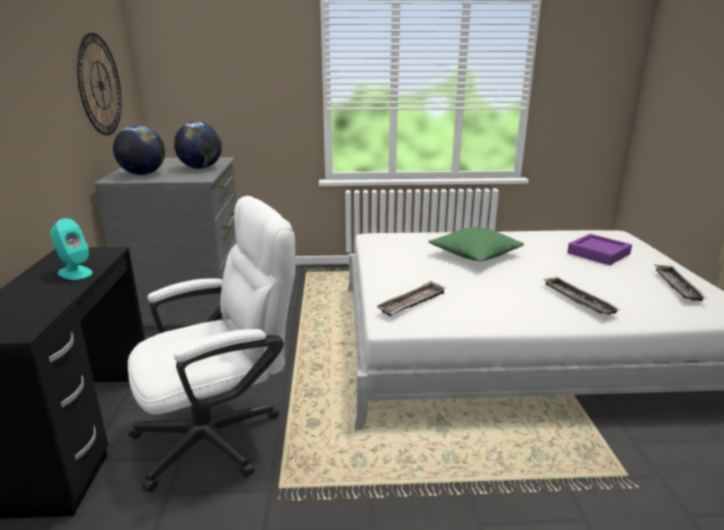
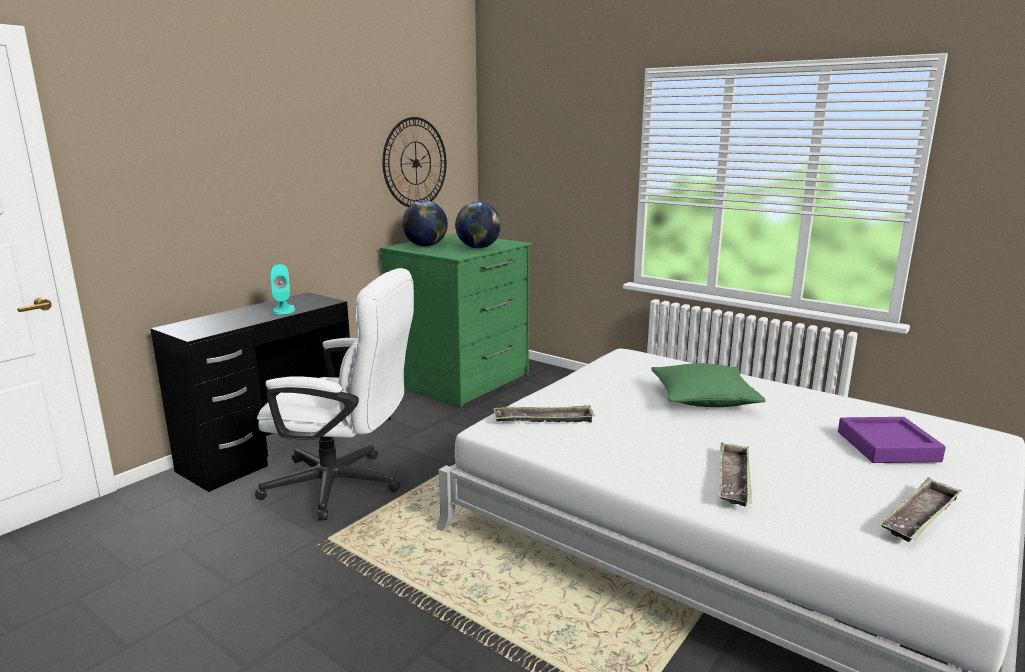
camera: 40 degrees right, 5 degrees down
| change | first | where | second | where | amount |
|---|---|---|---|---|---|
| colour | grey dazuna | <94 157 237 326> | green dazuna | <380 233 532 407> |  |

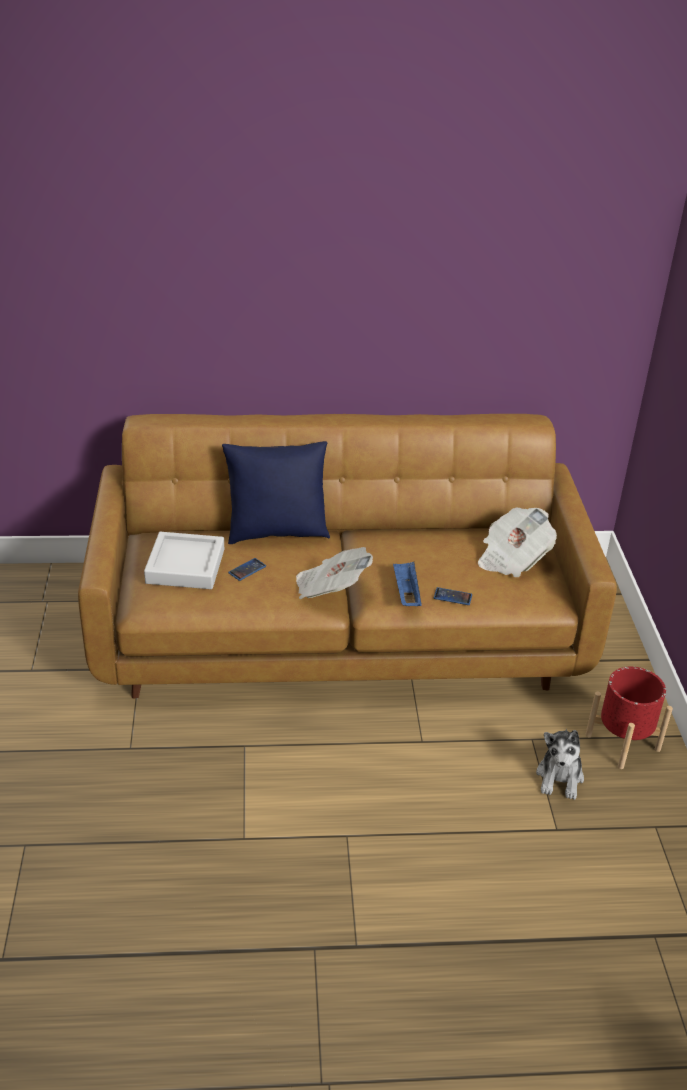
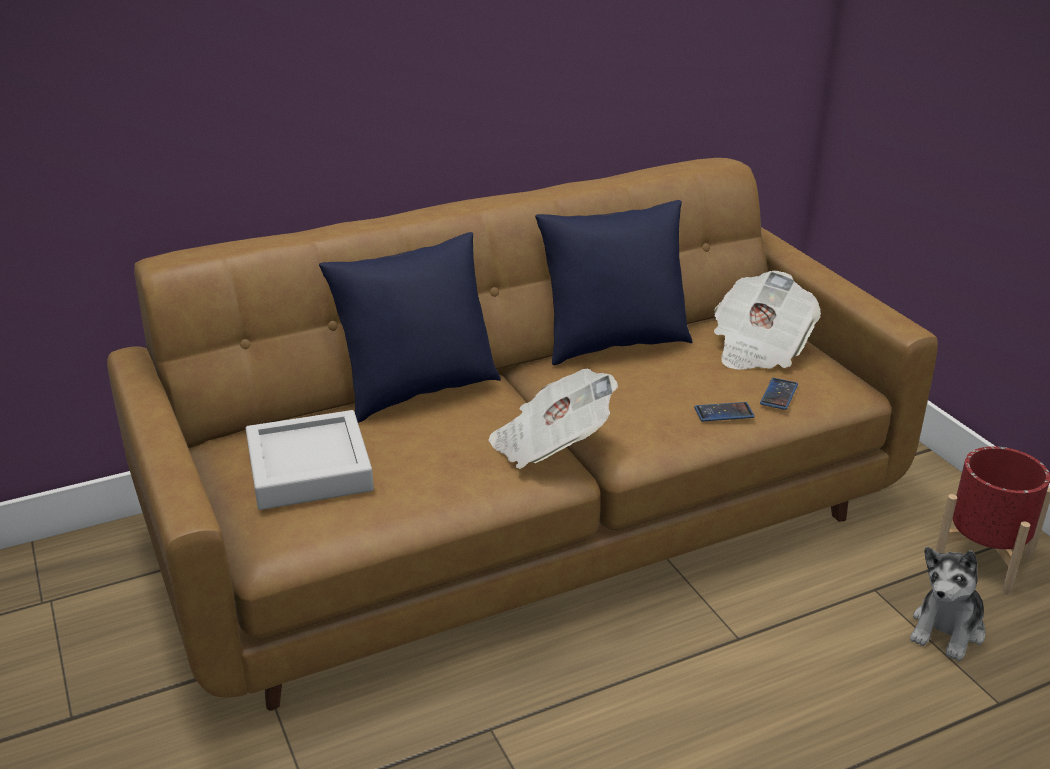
camera: 20 degrees left, 5 degrees down
| change | first | where | second | where | amount |
|---|---|---|---|---|---|
| appeared |  |  | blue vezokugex | <535 200 693 365> |  |
| relocated | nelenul | <228 558 266 581> |  | <760 378 798 410> |  |
| spun | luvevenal | <536 729 584 799> |  | <910 547 985 661> | 45 degrees clockwise |
| missing | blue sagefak | <393 562 422 606> |  |  |  |

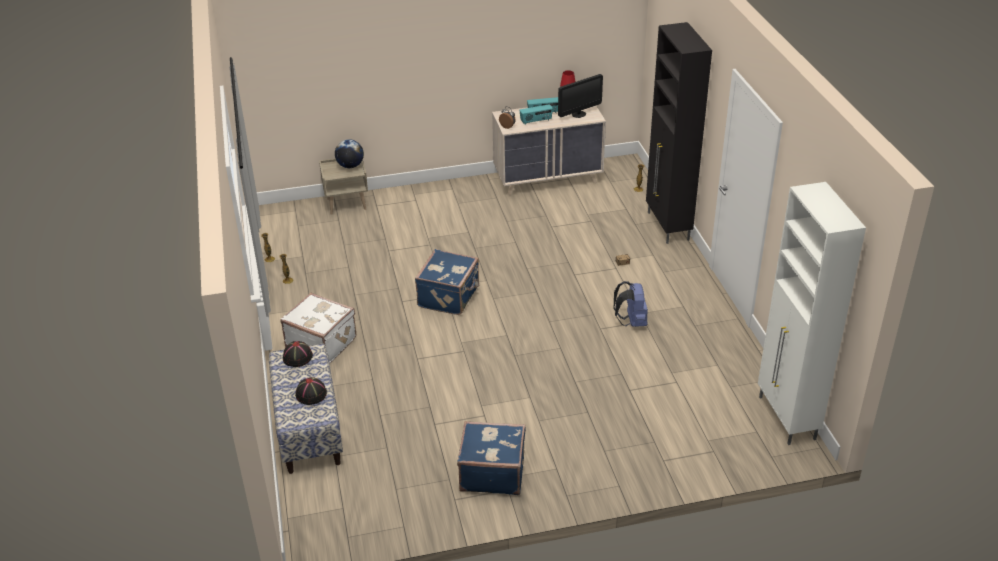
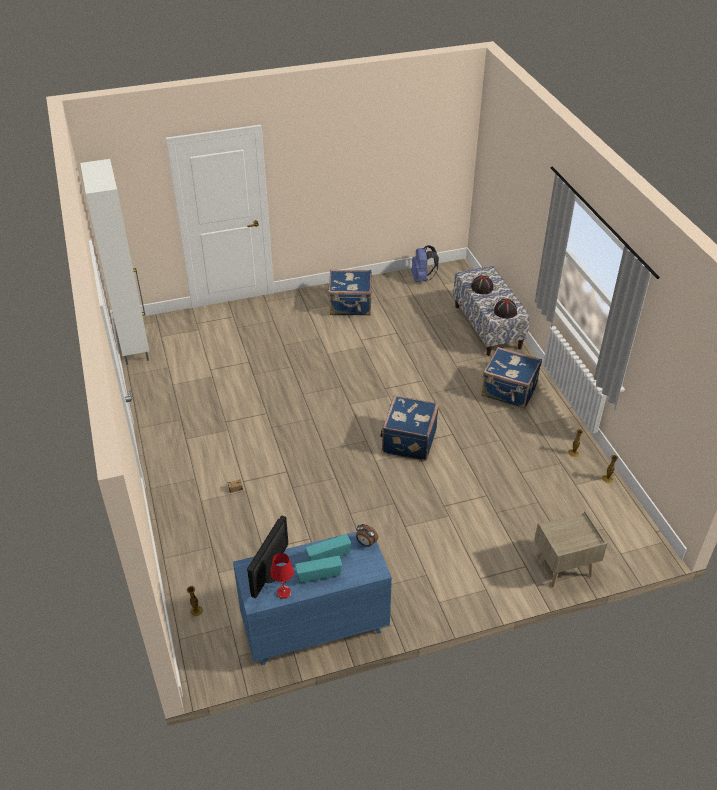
camera: 175 degrees right, 5 degrees up
| change | first | where | second | where | amount |
|---|---|---|---|---|---|
| colour | beige dazuna | <492 106 606 195> | blue dazuna | <233 532 392 665> |  |
| spun | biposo | <558 74 603 118> |  | <247 516 288 598> | 150 degrees clockwise |
| relocated | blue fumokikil | <614 281 648 327> |  | <411 245 439 282> |  |
| colour | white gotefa | <280 293 356 364> | blue gotefa | <482 347 542 409> |  |
| missing | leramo | <335 139 364 168> |  |  |  |
| missing | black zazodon | <646 22 712 244> |  |  |  |

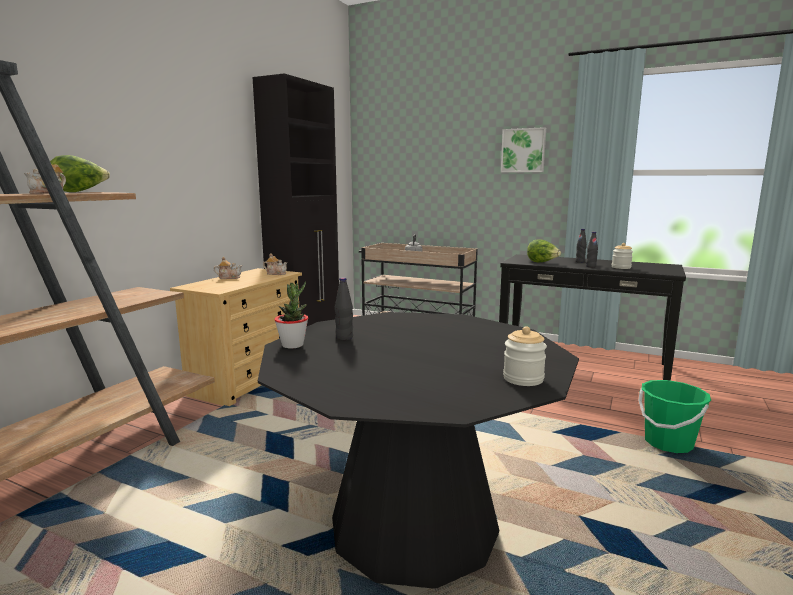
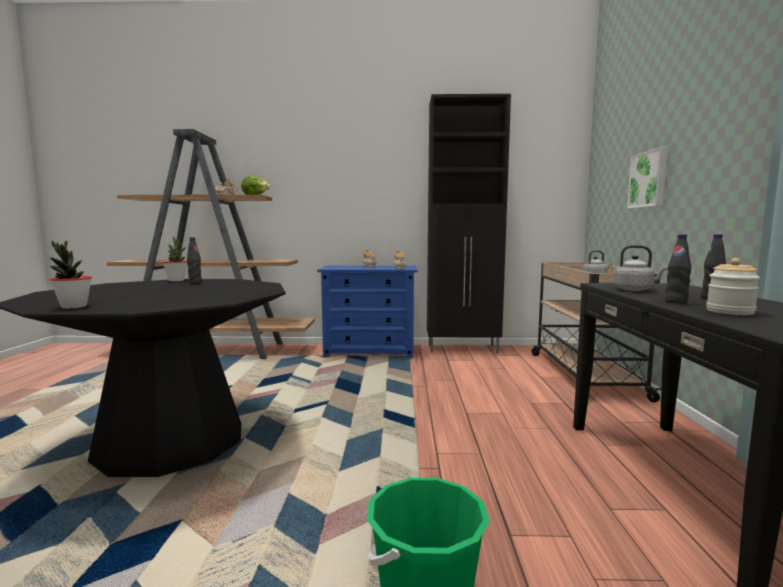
camera: 65 degrees right, 5 degrees down
| change | first | where | second | where | amount |
|---|---|---|---|---|---|
| exchanged | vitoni | <503 327 547 386> | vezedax | <50 241 92 309> |  |
| colour | beige dazuna | <170 268 302 406> | blue dazuna | <317 266 417 358> |  |
| exchanged | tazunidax | <527 240 561 262> | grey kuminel | <614 245 668 291> |  |
| relocated | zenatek | <501 127 546 172> |  | <627 147 668 208> |  |

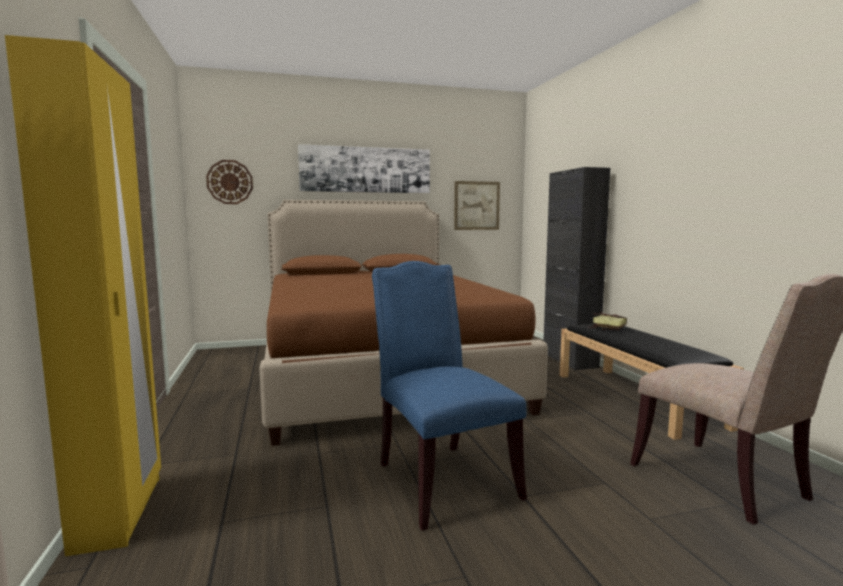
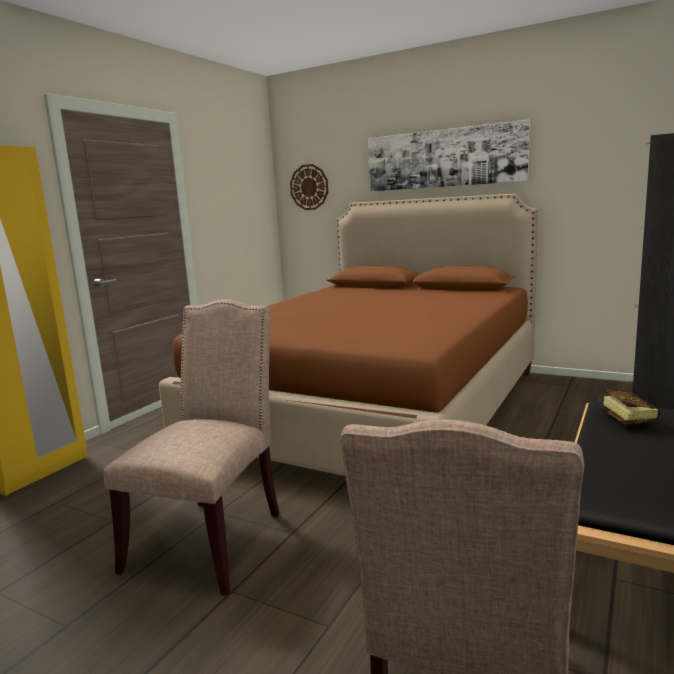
camera: 45 degrees right, 5 degrees up
| change | first | where | second | where | amount |
|---|---|---|---|---|---|
| colour | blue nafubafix | <372 261 527 531> | beige nafubafix | <103 300 280 596> |  |
| missing | zenatek | <454 181 500 230> |  |  |  |

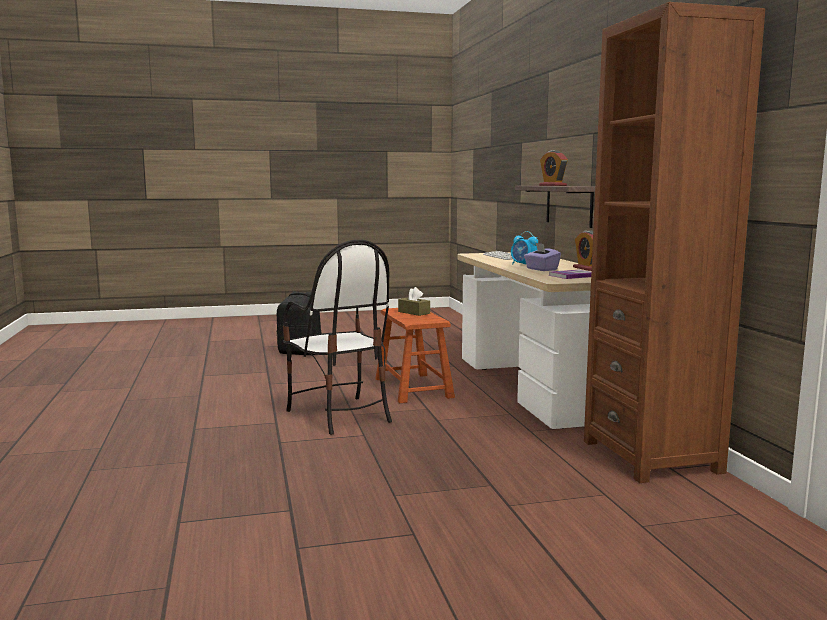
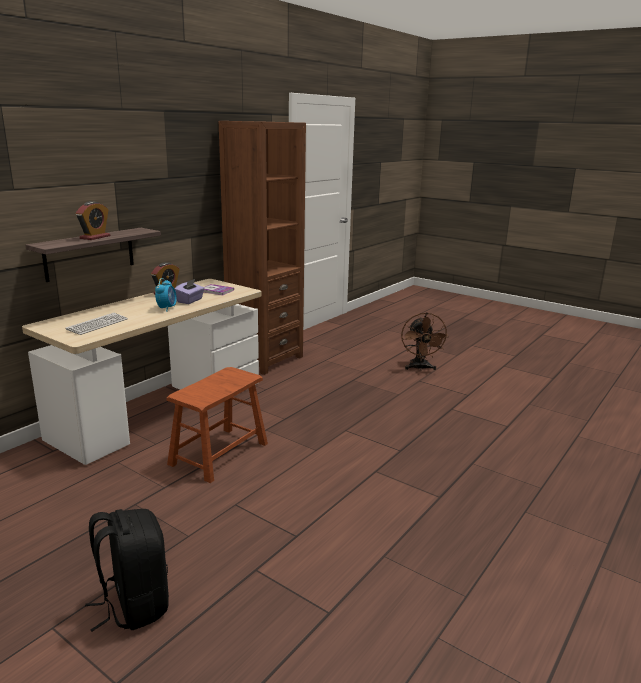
camera: 130 degrees left, 10 degrees up
| change | first | where | second | where | amount |
|---|---|---|---|---|---|
| appeared |  |  | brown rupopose | <401 312 449 371> |  |
| missing | nafubafix | <283 240 392 434> |  |  |  |
| missing | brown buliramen | <398 287 430 316> |  |  |  |

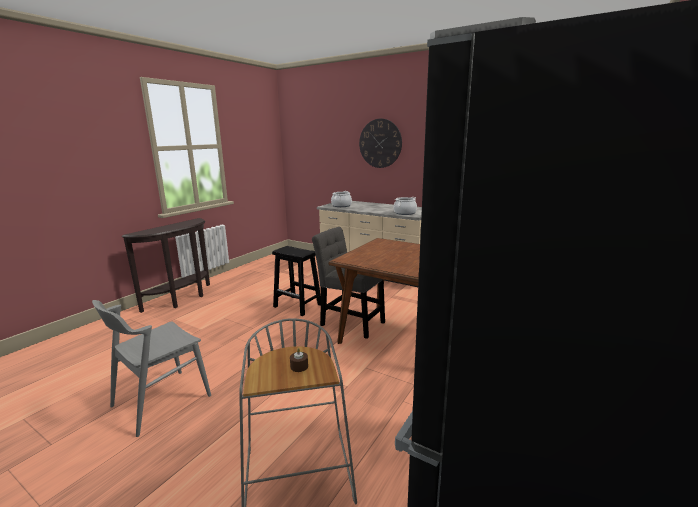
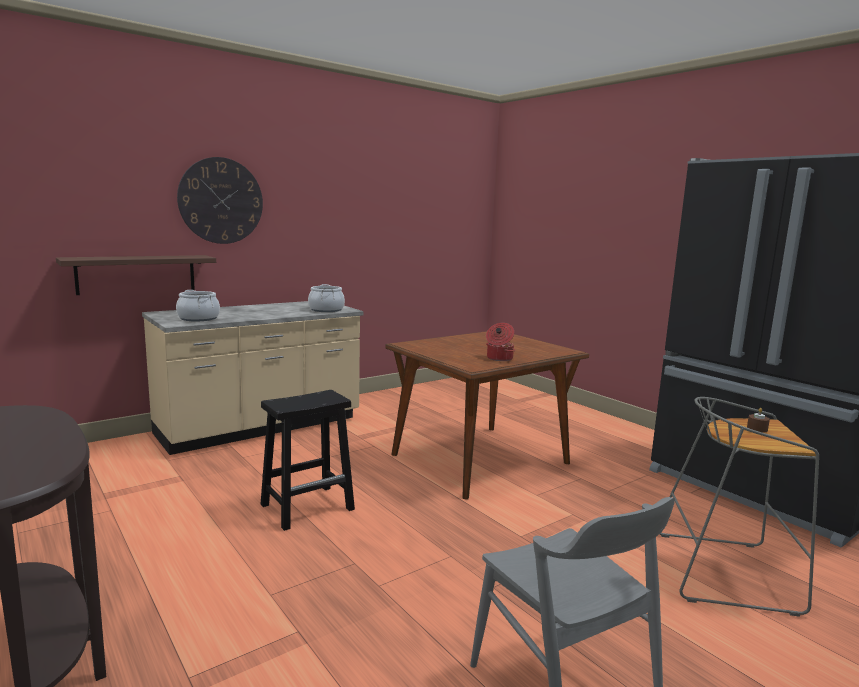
camera: 70 degrees left, 5 degrees down
| change | first | where | second | where | amount |
|---|---|---|---|---|---|
| appeared |  |  | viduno | <56 255 216 295> |  |
| appeared |  |  | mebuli | <486 323 515 361> |  |
| missing | grey nafubafix | <312 227 385 339> |  |  |  |

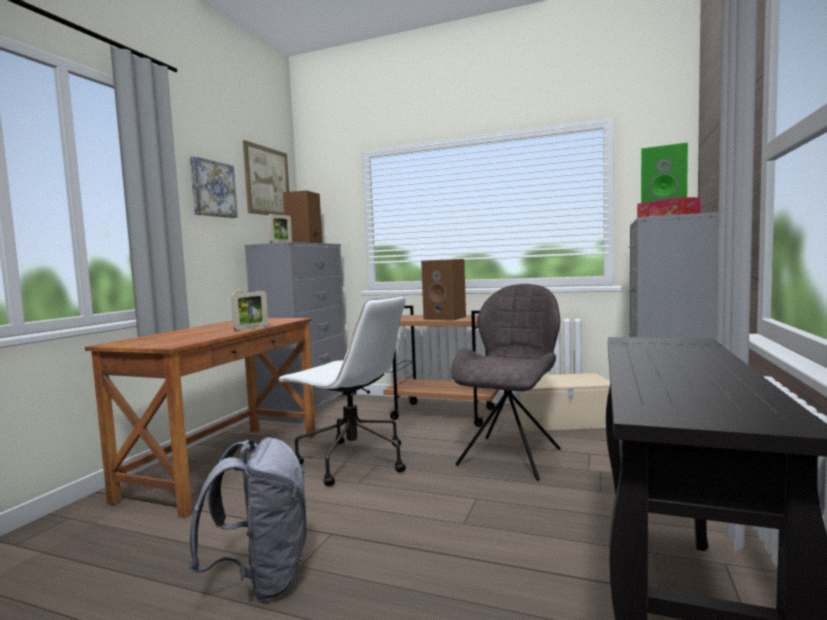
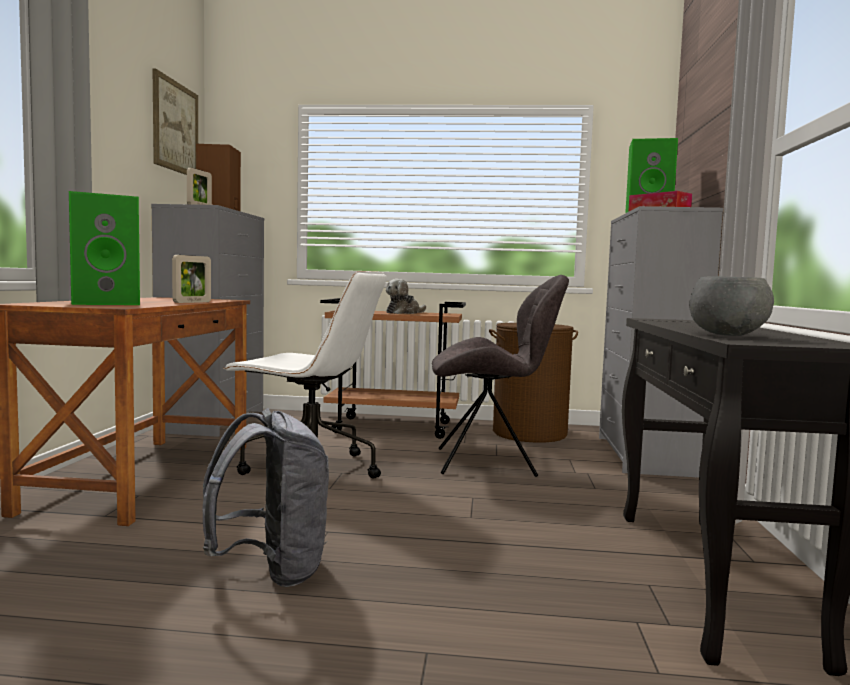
camera: 15 degrees left, 0 degrees up
| change | first | where | second | where | amount |
|---|---|---|---|---|---|
| appeared |  |  | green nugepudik | <69 191 140 305> |  |
| exchanged | brown nugepudik | <421 259 466 321> | luvevenal | <386 279 426 314> |  |
| spun | grey nafubafix | <452 284 561 481> |  | <432 275 569 477> | 75 degrees clockwise |
| exchanged | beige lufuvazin | <515 373 610 431> | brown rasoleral | <489 323 578 443> |  |
| appeared |  |  | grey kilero | <689 276 774 336> |  |
| missing | zenatek | <190 157 238 218> |  |  |  |

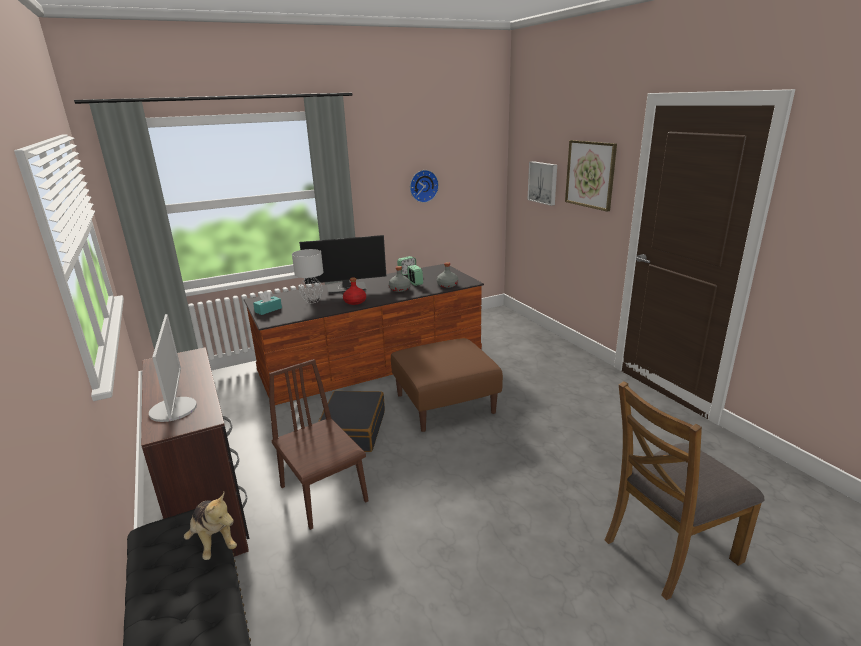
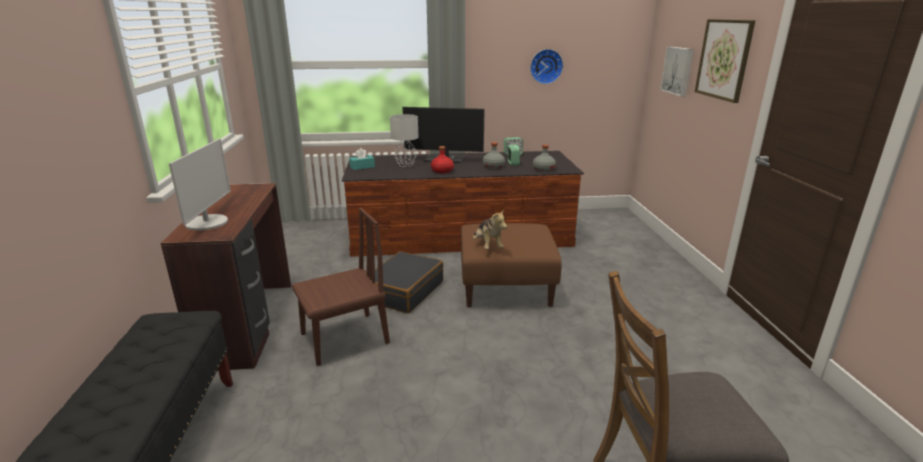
camera: 20 degrees right, 0 degrees up
| change | first | where | second | where | amount |
|---|---|---|---|---|---|
| spun | brown nafubafix | <269 359 368 530> |  | <292 208 390 366> | 75 degrees clockwise |
| relocated | luvevenal | <184 492 237 560> |  | <473 209 507 249> |  |

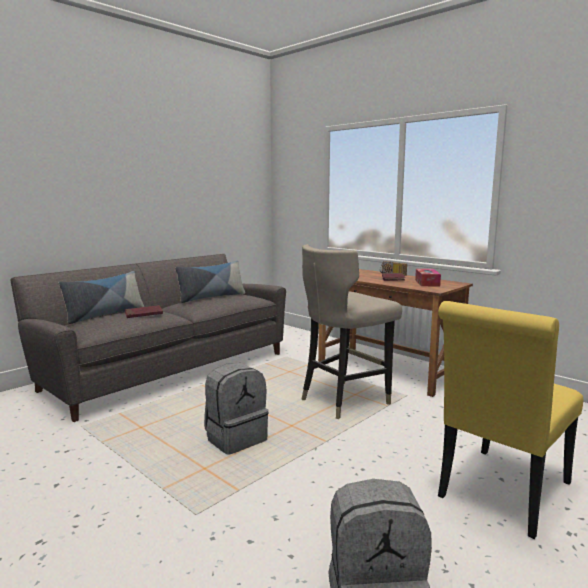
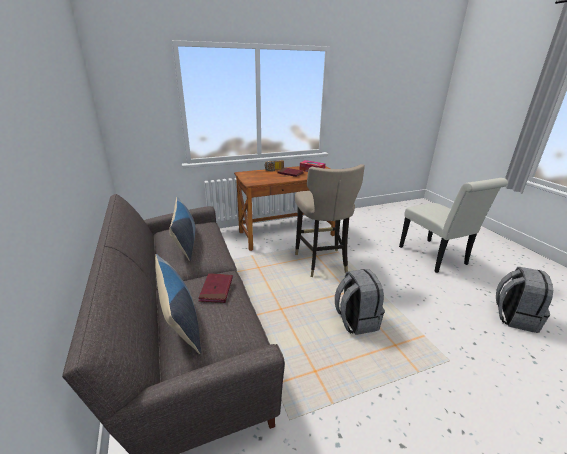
camera: 65 degrees left, 15 degrees up
| change | first | where | second | where | amount |
|---|---|---|---|---|---|
| colour | yellow nafubafix | <438 301 583 539> | white nafubafix | <399 178 508 273> |  |

